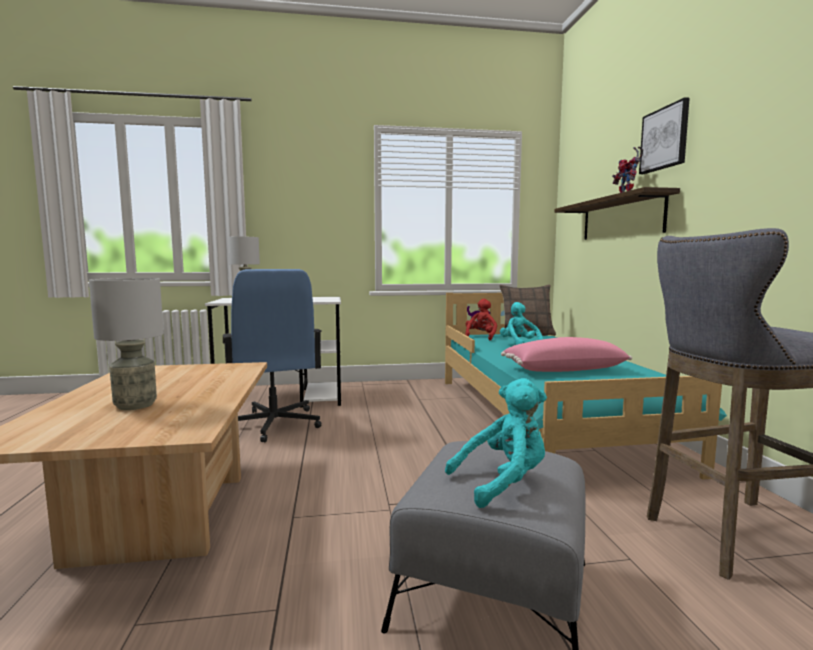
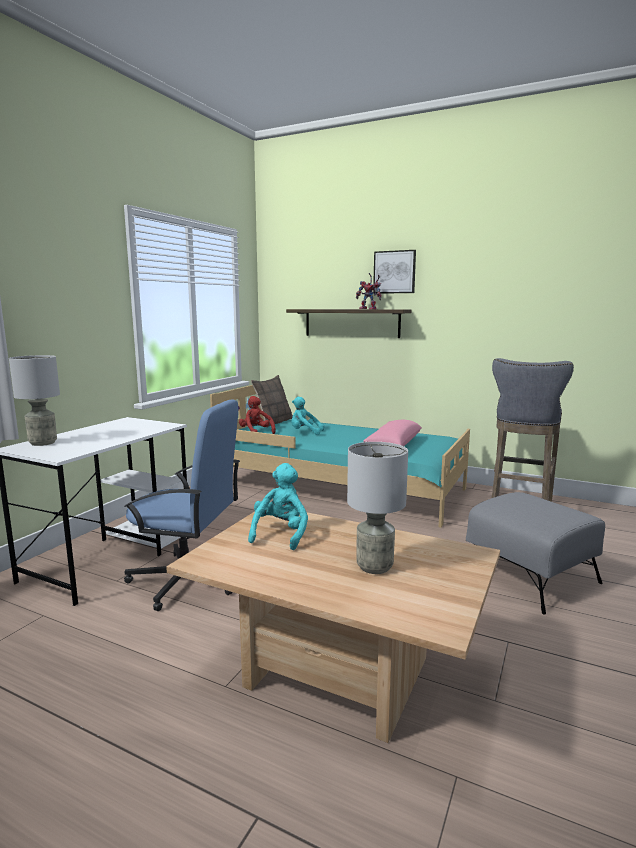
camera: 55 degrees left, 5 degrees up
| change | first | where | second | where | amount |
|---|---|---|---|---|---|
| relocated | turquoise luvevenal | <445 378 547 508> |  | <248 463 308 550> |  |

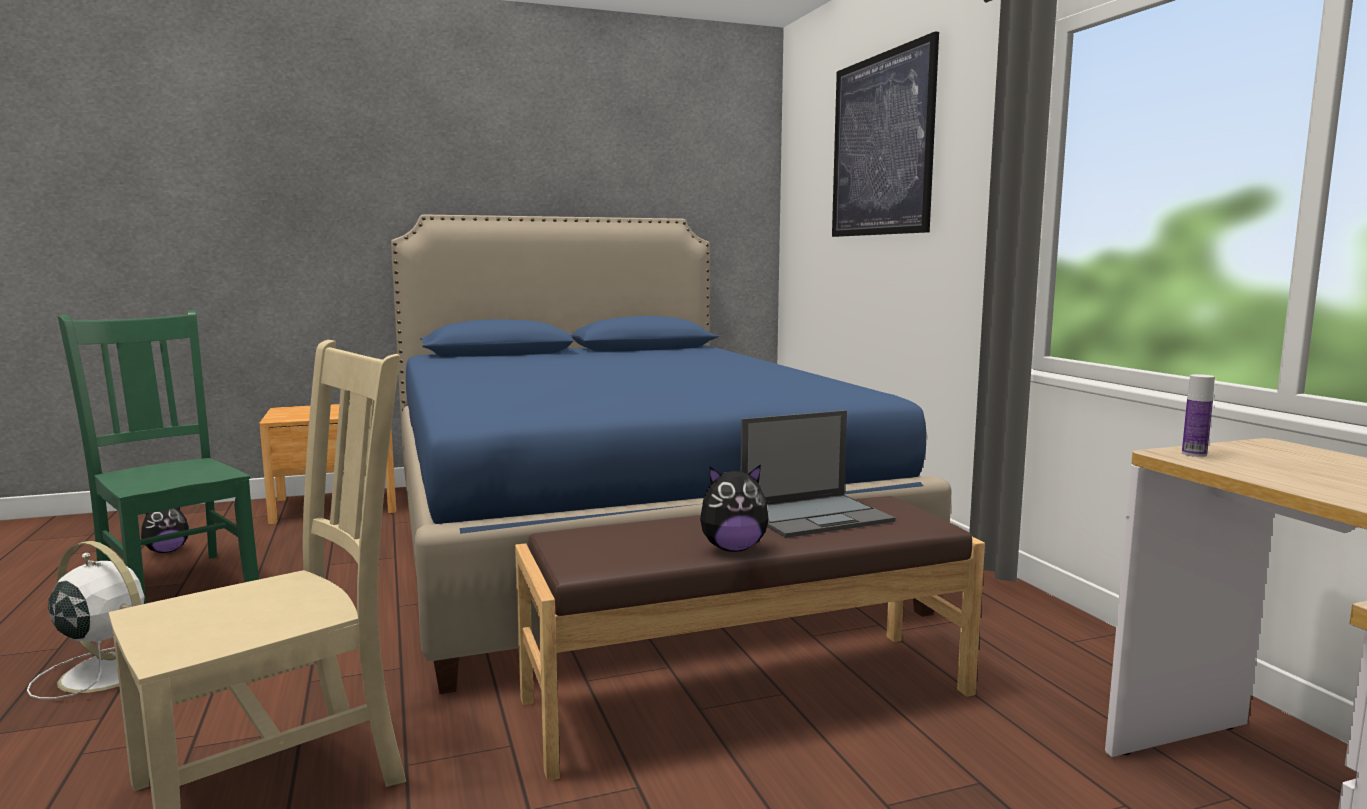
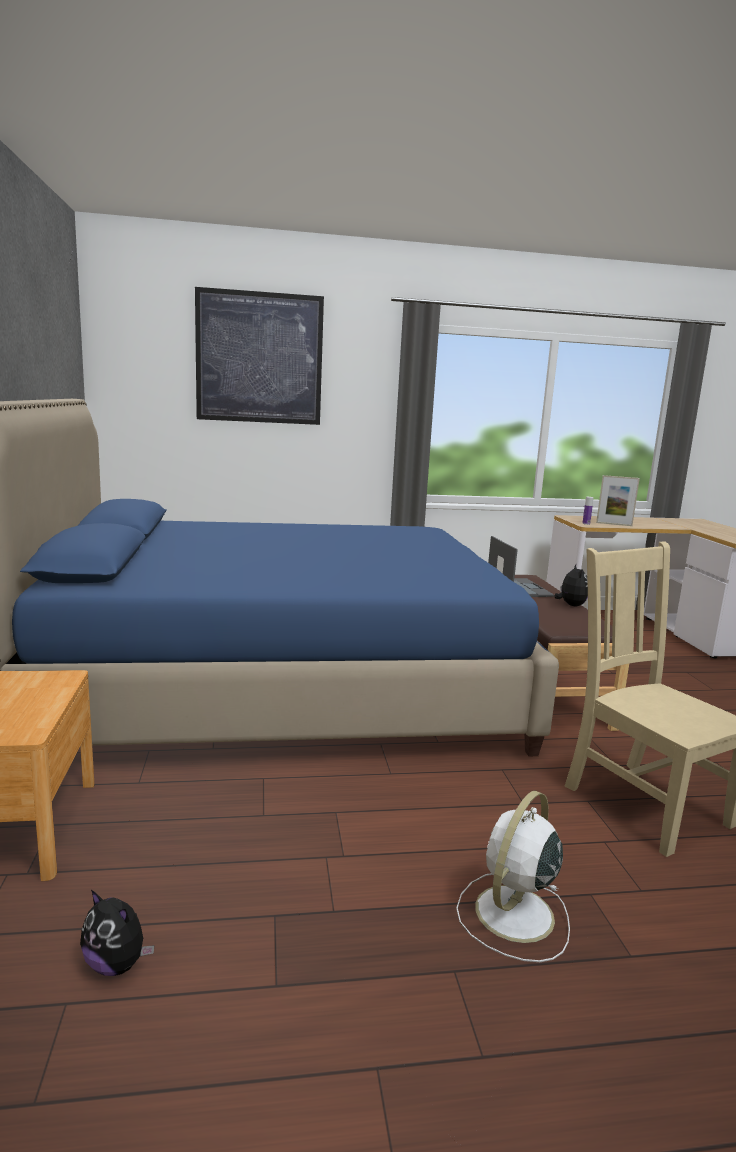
camera: 80 degrees left, 5 degrees up
| change | first | where | second | where | amount |
|---|---|---|---|---|---|
| spun | luvevenal | <141 507 190 553> |  | <80 890 154 976> | 150 degrees clockwise |
| appeared |  |  | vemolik | <596 475 640 526> |  |
| missing | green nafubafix | <58 310 259 604> |  |  |  |

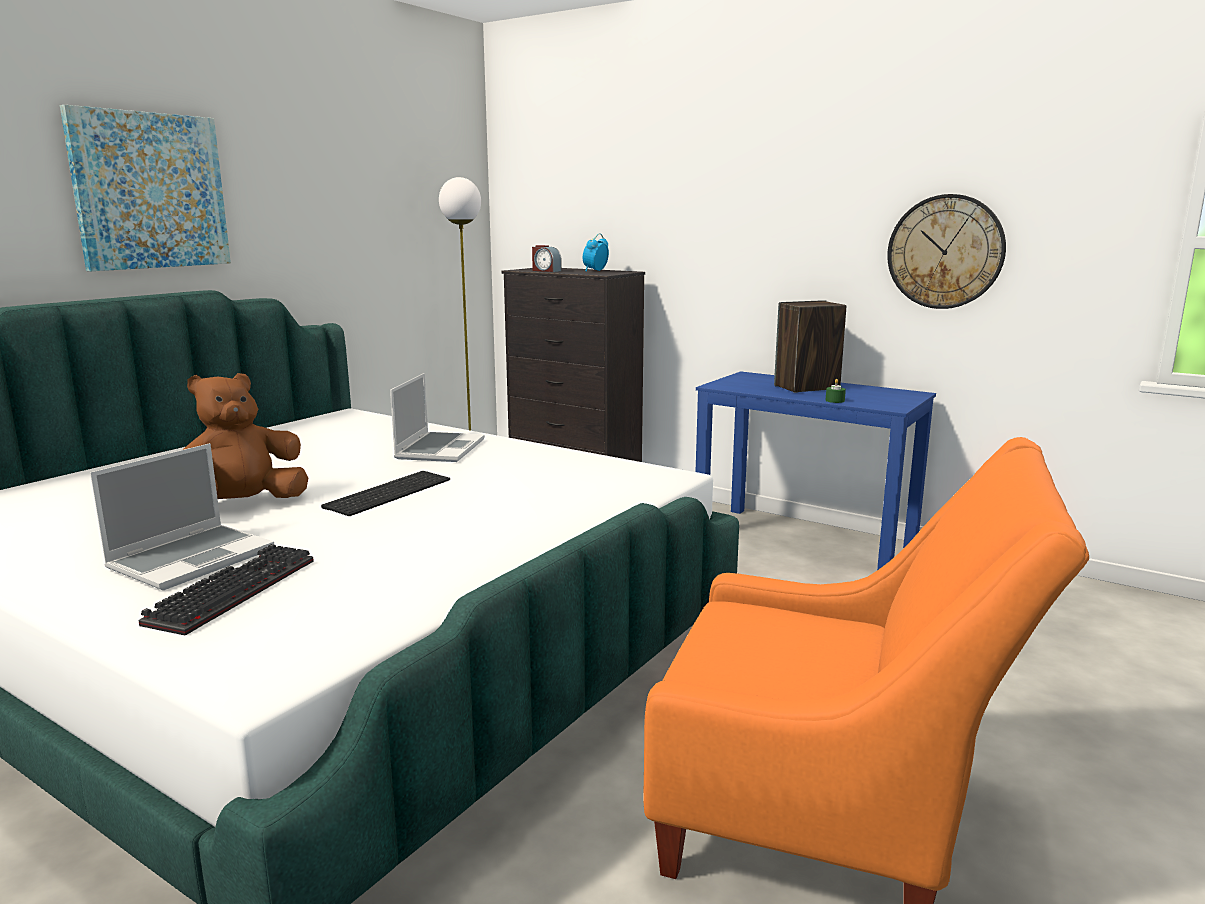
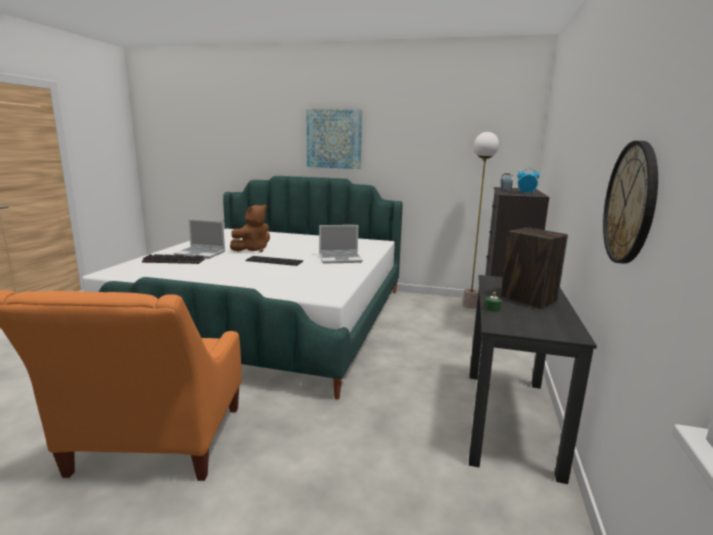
camera: 70 degrees right, 0 degrees up
| change | first | where | second | where | amount |
|---|---|---|---|---|---|
| spun | brown luvevenal | <182 373 308 499> |  | <230 204 270 252> | 105 degrees clockwise |
| colour | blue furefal | <696 371 936 570> | black furefal | <469 275 597 484> |  |

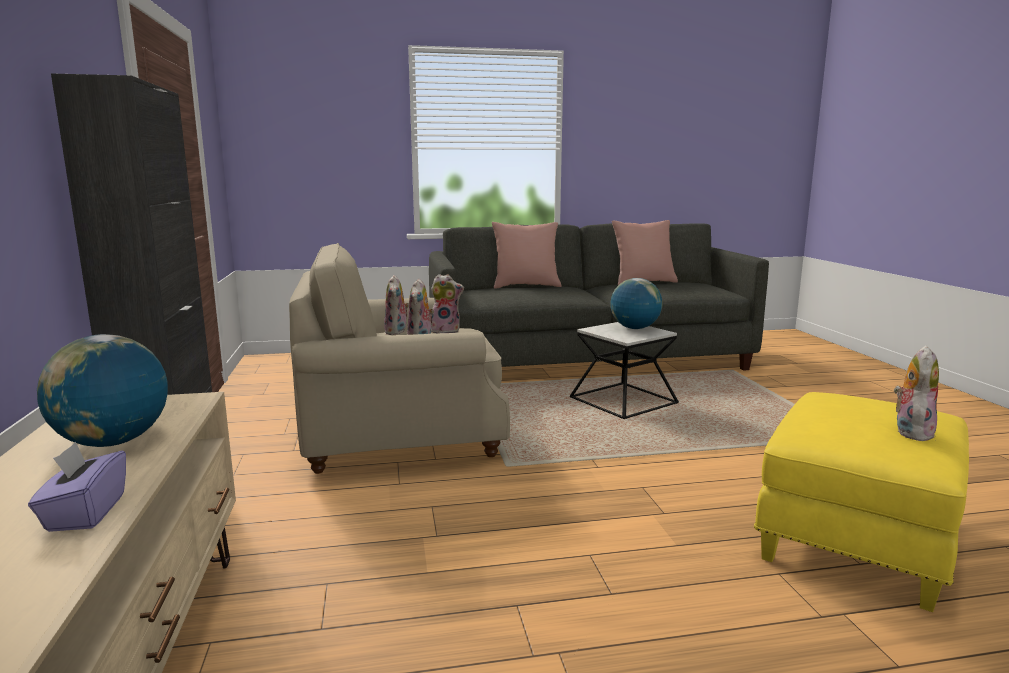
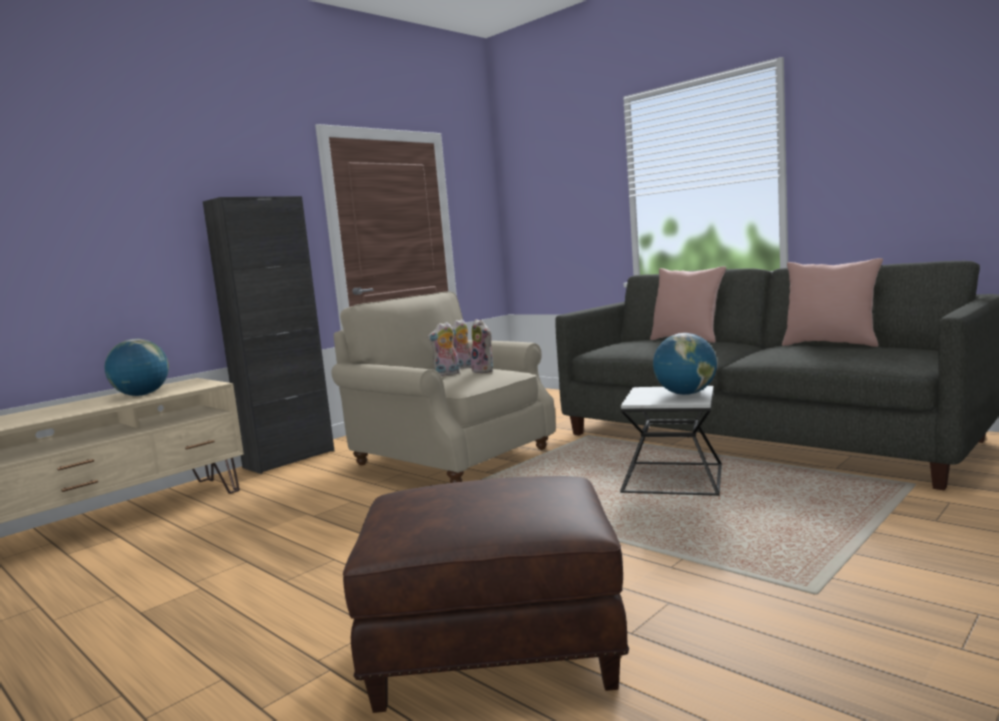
camera: 55 degrees right, 5 degrees down
| change | first | where | second | where | amount |
|---|---|---|---|---|---|
| colour | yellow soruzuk | <754 392 969 612> | brown soruzuk | <343 476 629 713> |  |
| missing | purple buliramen | <28 442 126 532> |  |  |  |
| missing | luvevenal | <894 345 939 441> |  |  |  |

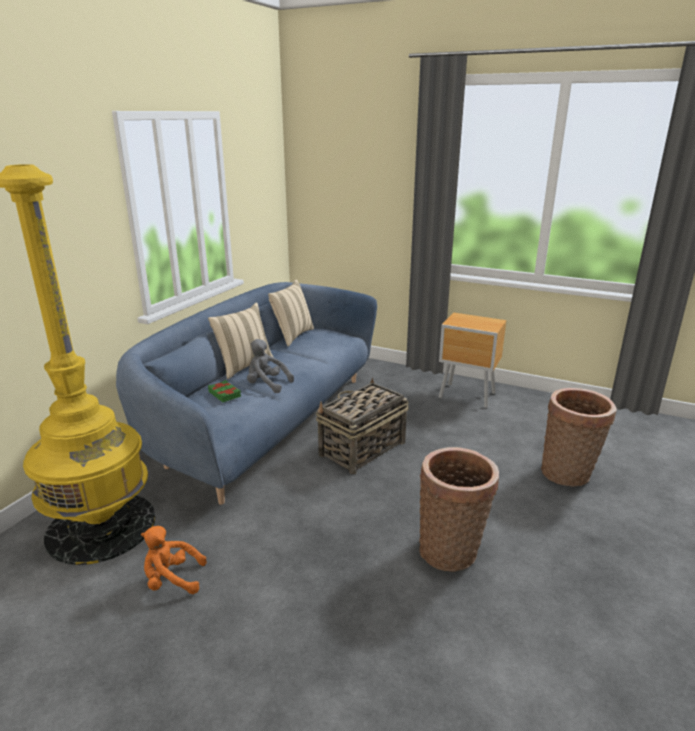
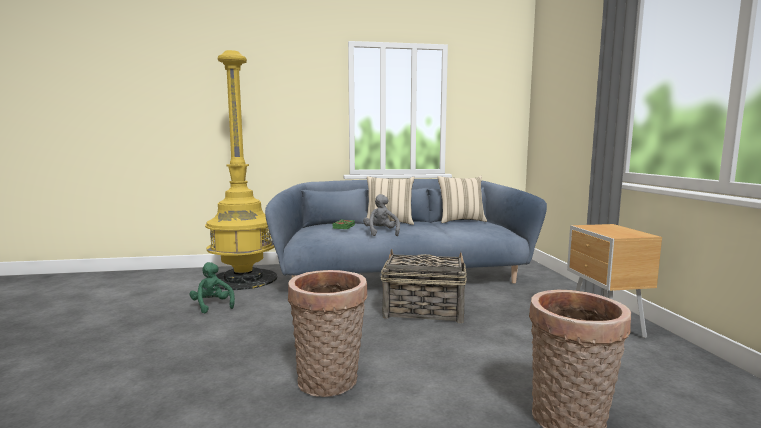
camera: 55 degrees right, 15 degrees down
| change | first | where | second | where | amount |
|---|---|---|---|---|---|
| colour | orange luvevenal | <141 526 207 594> | green luvevenal | <190 262 235 313> |  |

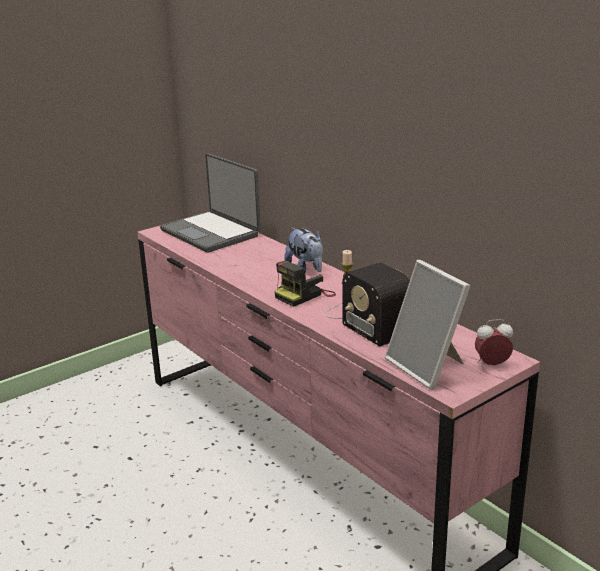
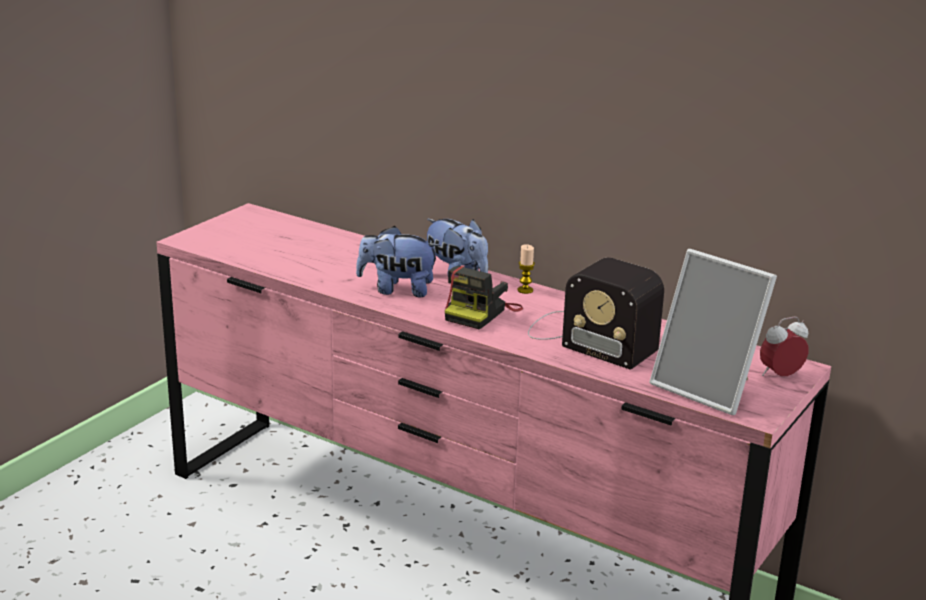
camera: 20 degrees left, 0 degrees up
| change | first | where | second | where | amount |
|---|---|---|---|---|---|
| appeared |  |  | luvevenal | <356 226 441 297> |  |
| missing | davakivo | <160 153 261 253> |  |  |  |

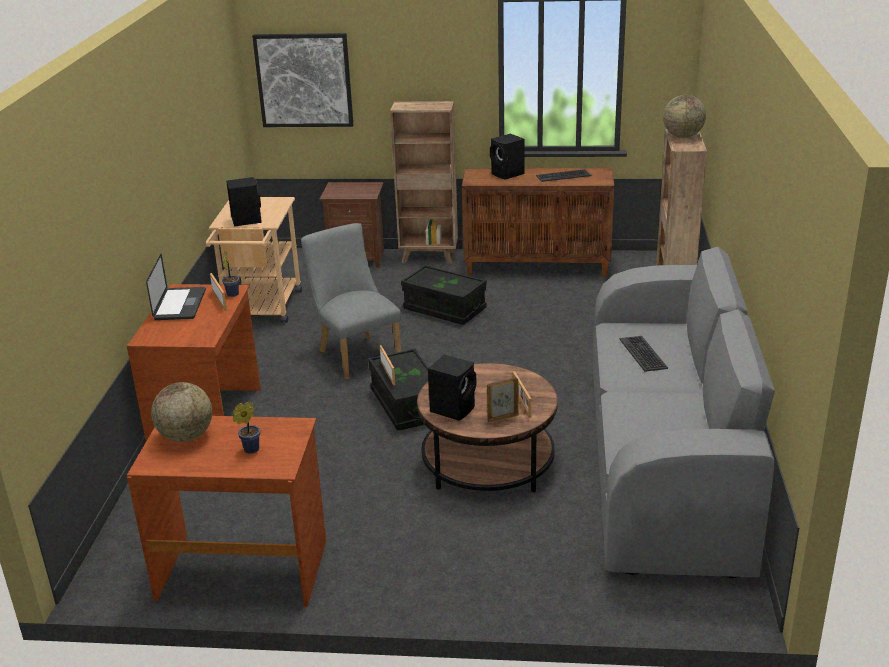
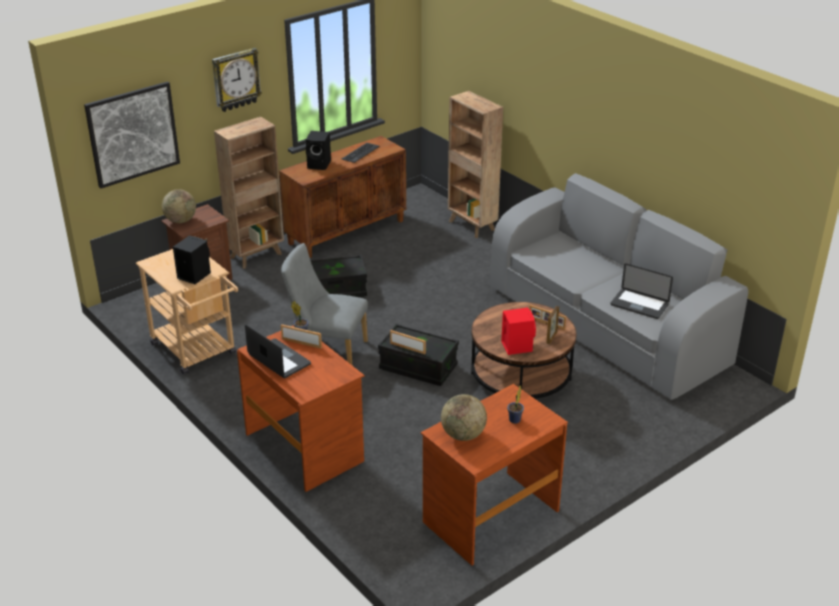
camera: 45 degrees left, 5 degrees up
| change | first | where | second | where | amount |
|---|---|---|---|---|---|
| relocated | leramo | <663 95 706 138> |  | <162 189 196 223> |  |
| appeared |  |  | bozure | <212 48 262 112> |  |
| colour | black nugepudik | <428 354 477 421> | red nugepudik | <501 307 536 355> |  |
| appeared |  |  | davakivo | <610 263 673 319> |  |
| missing | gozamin | <620 336 668 372> |  |  |  |

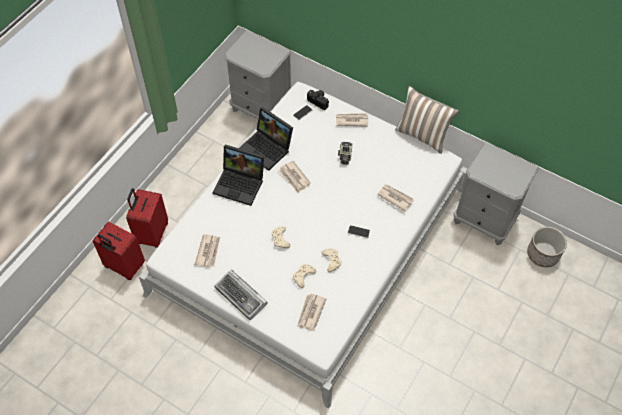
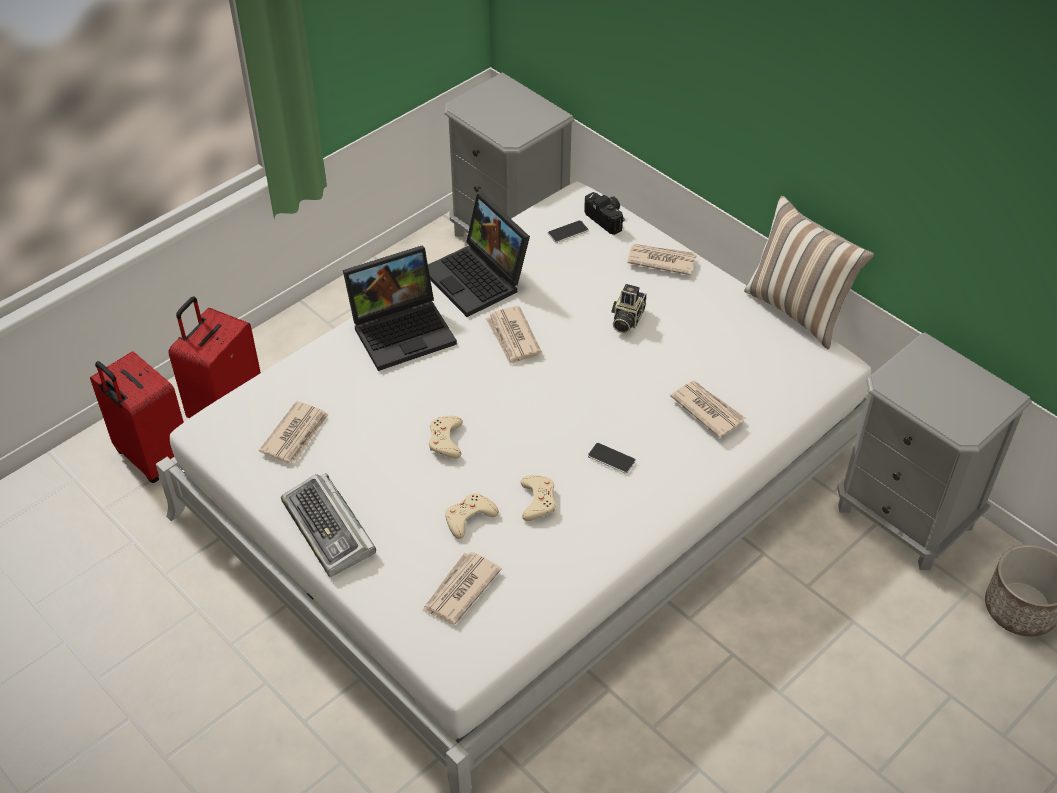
camera: 15 degrees right, 10 degrees down
| change | first | where | second | where | amount |
|---|---|---|---|---|---|
| spun | davakivo | <212 144 264 206> |  | <343 246 457 371> | 60 degrees counterclockwise |

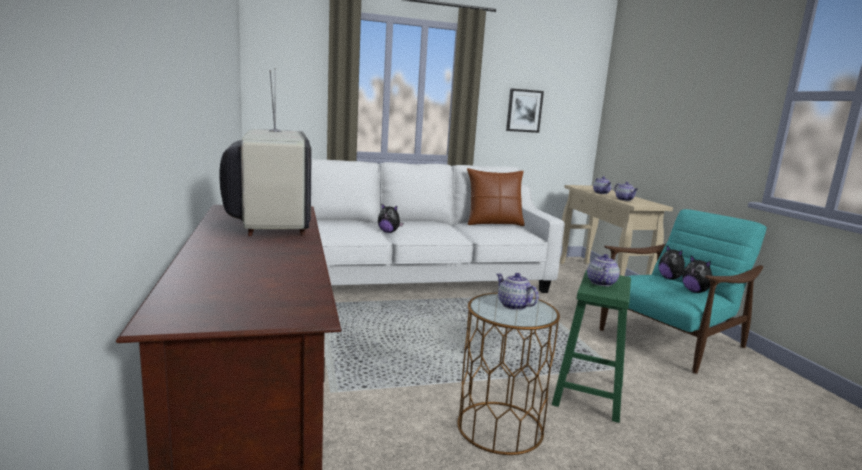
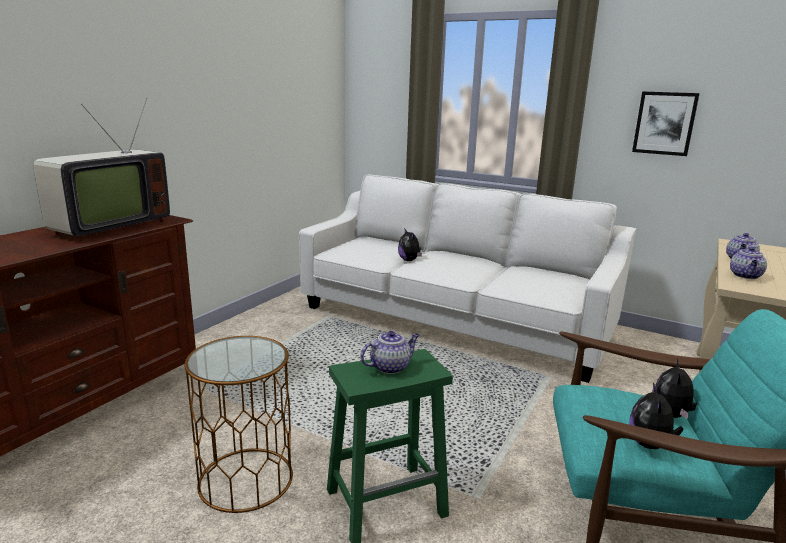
camera: 45 degrees right, 5 degrees up
| change | first | where | second | where | amount |
|---|---|---|---|---|---|
| missing | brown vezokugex | <467 168 525 226> |  |  |  |
| missing | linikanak | <496 273 539 310> |  |  |  |

